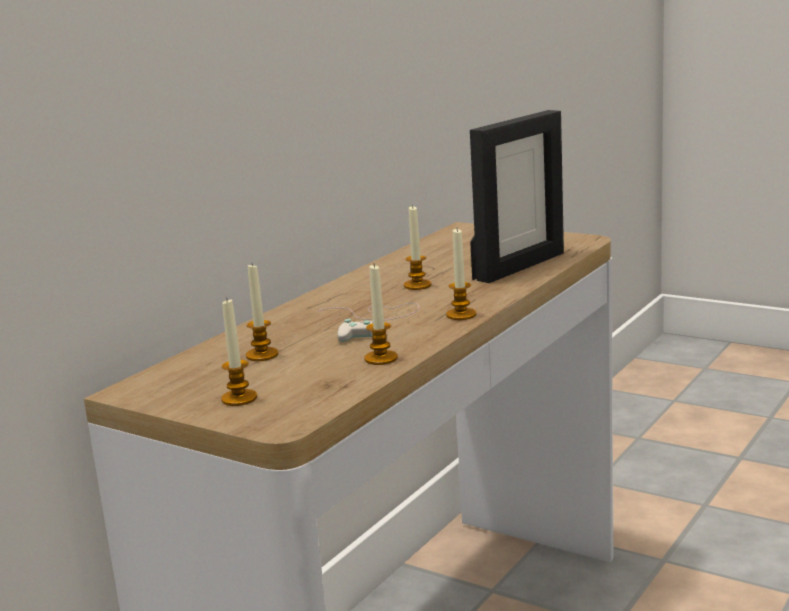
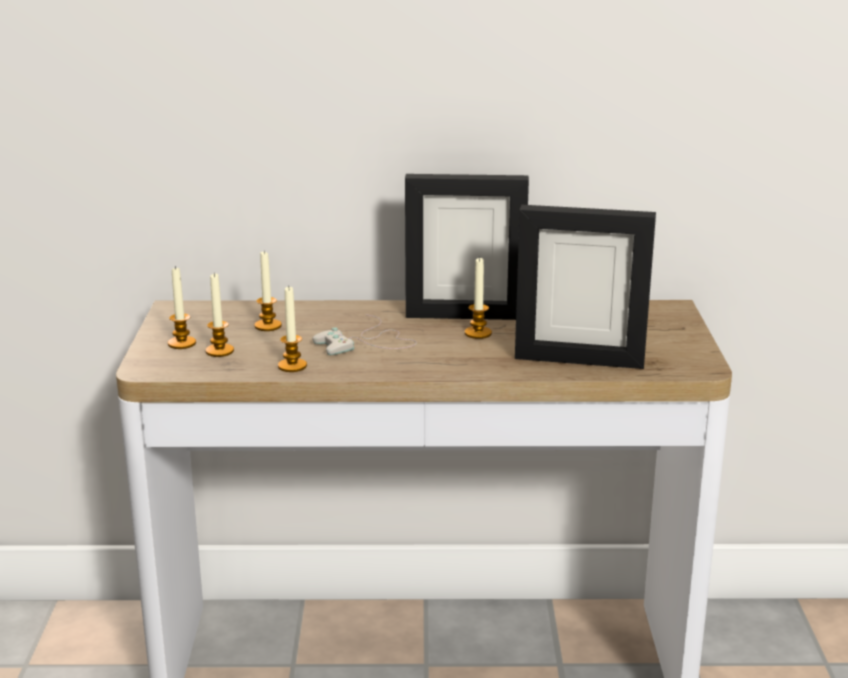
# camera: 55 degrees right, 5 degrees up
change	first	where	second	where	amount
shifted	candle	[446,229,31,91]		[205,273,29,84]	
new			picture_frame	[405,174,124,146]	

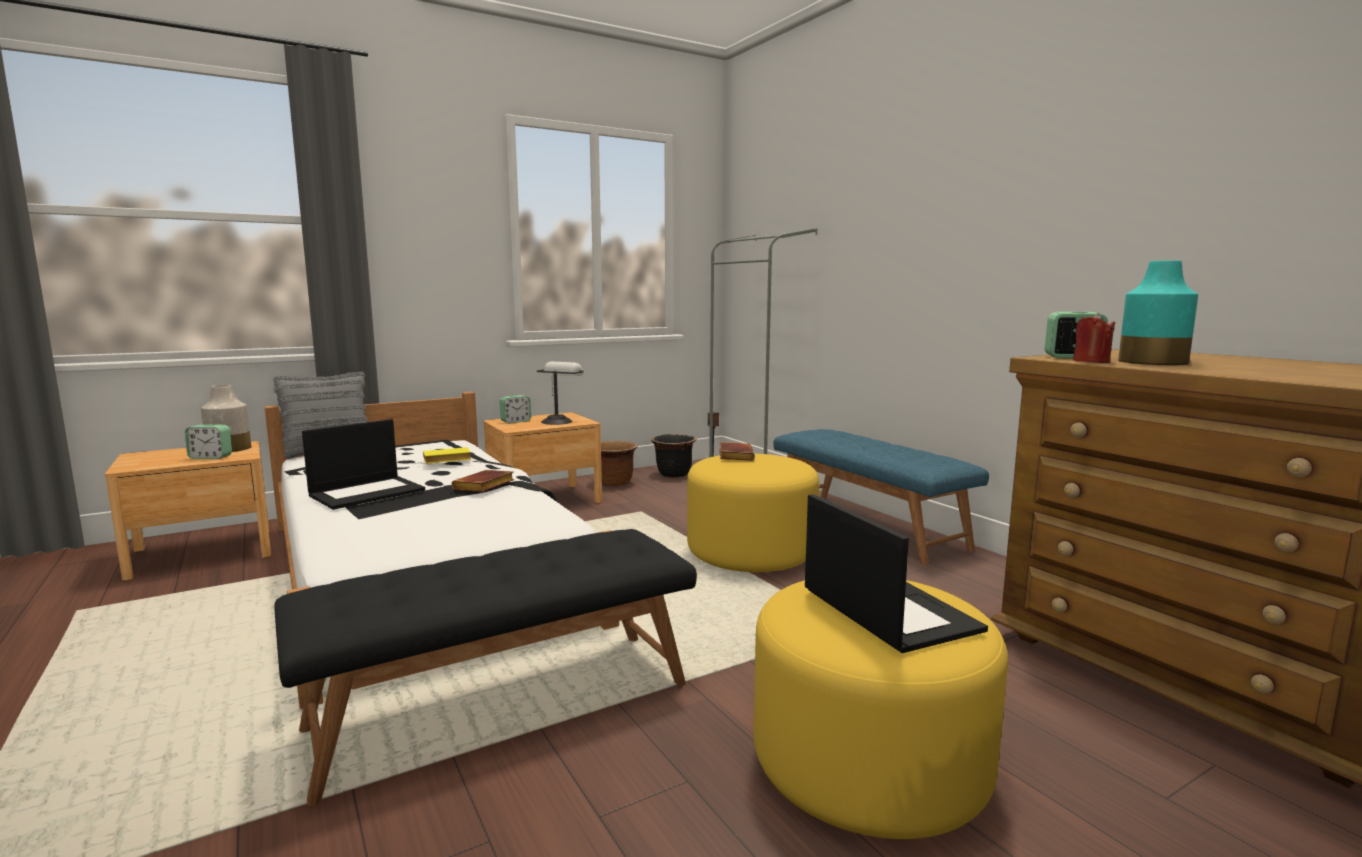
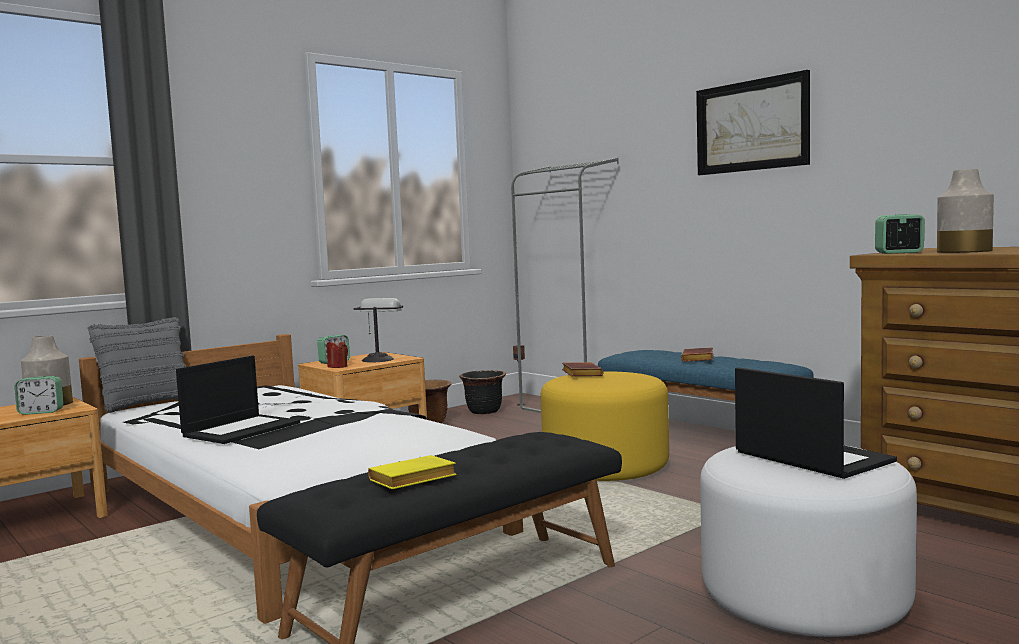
# camera: 10 degrees left, 5 degrees down
change	first	where	second	where	amount
repainted	turquoise_vase	[1118,261,80,104]	beige_vase	[937,169,57,84]	
shifted	red_candle	[1073,313,43,50]		[327,339,21,29]	
shifted	yellow_book	[423,447,48,17]		[368,455,88,34]	
shifted	brown_book	[452,470,62,22]		[681,347,32,15]	
repainted	yellow_ottoman	[754,580,254,259]	white_ottoman	[700,445,217,192]	
new			picture	[696,70,114,105]	

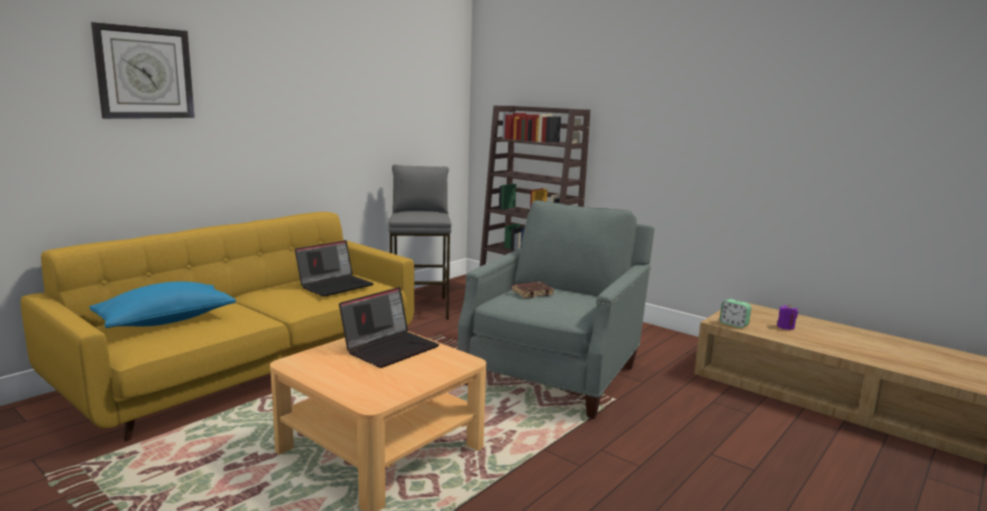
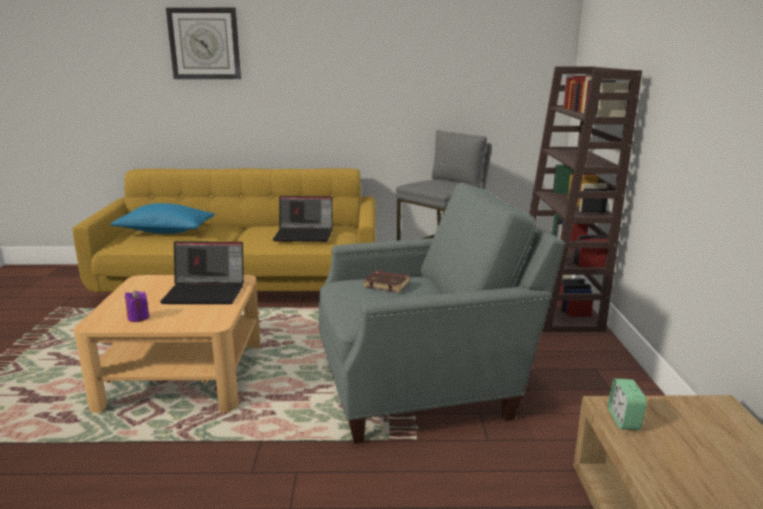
# camera: 50 degrees right, 5 degrees up
change	first	where	second	where	amount
shifted	purple_candle	[777,304,21,26]		[125,291,24,31]	

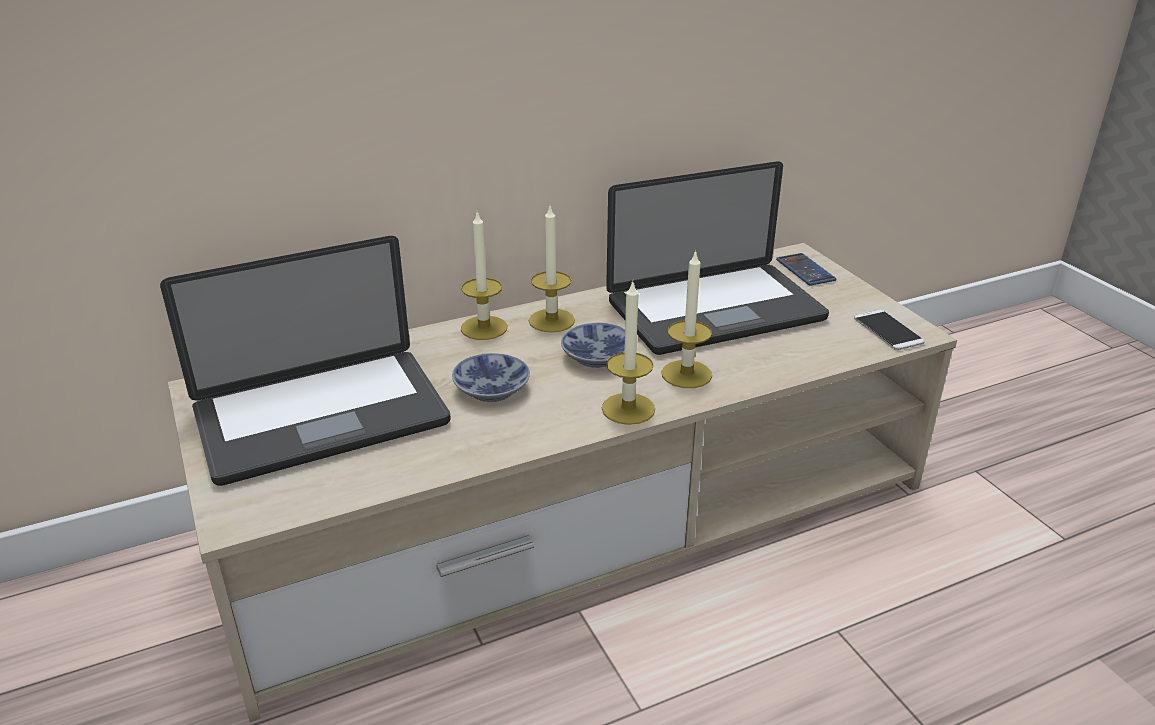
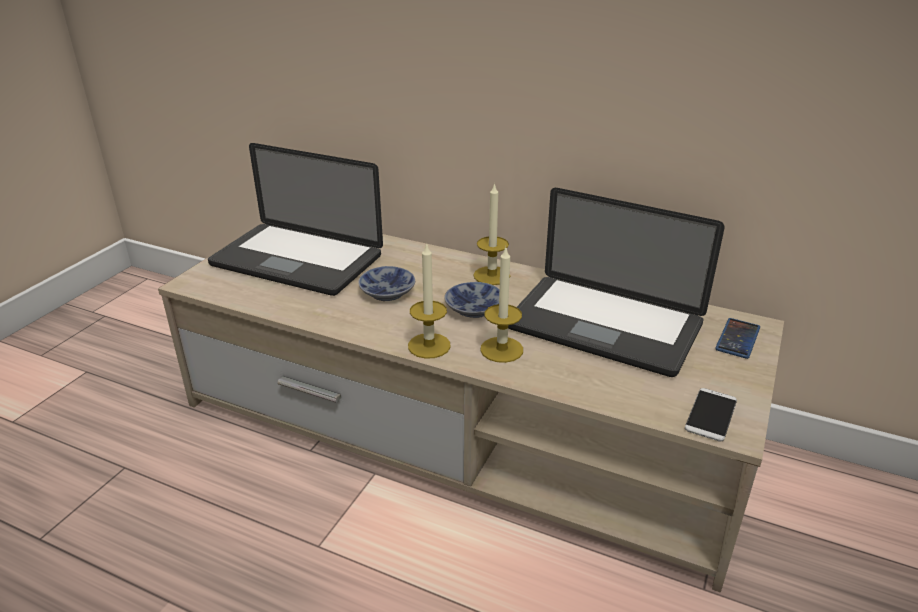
# camera: 50 degrees right, 0 degrees up
change	first	where	second	where	amount
gone	candle	[461,211,46,129]			

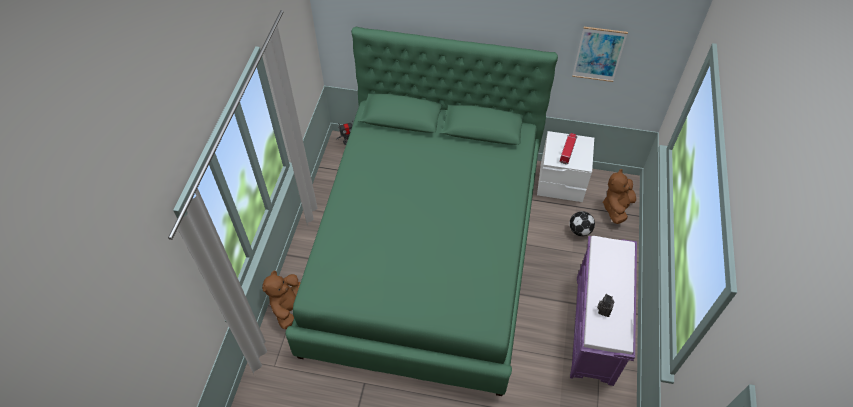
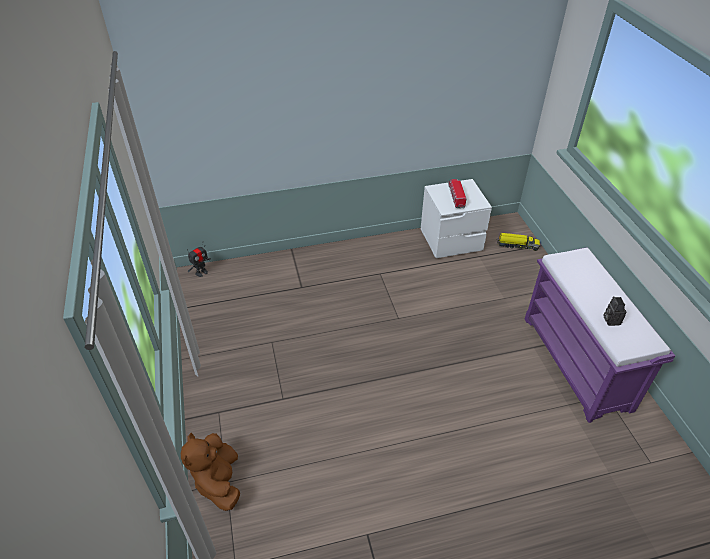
# camera: 25 degrees left, 10 degrees down
change	first	where	second	where	amount
gone	green_bed	[286,26,272,370]			
gone	picture	[572,27,56,55]			
swapped	brown_plush_toy	[603,169,33,55]	toy_truck	[498,233,42,18]	
gone	football	[569,211,26,25]			

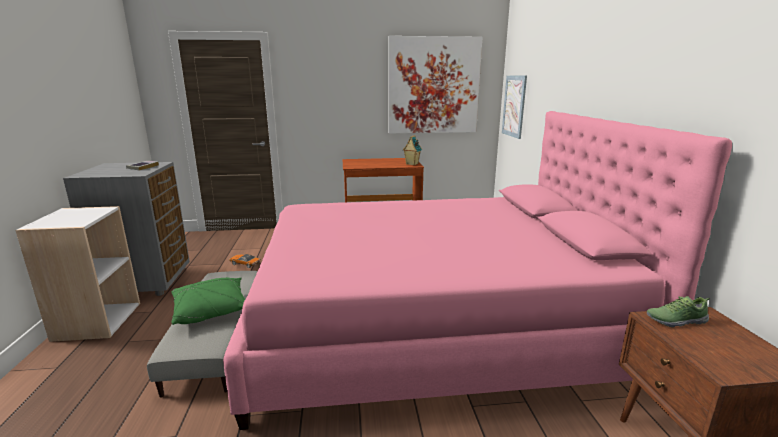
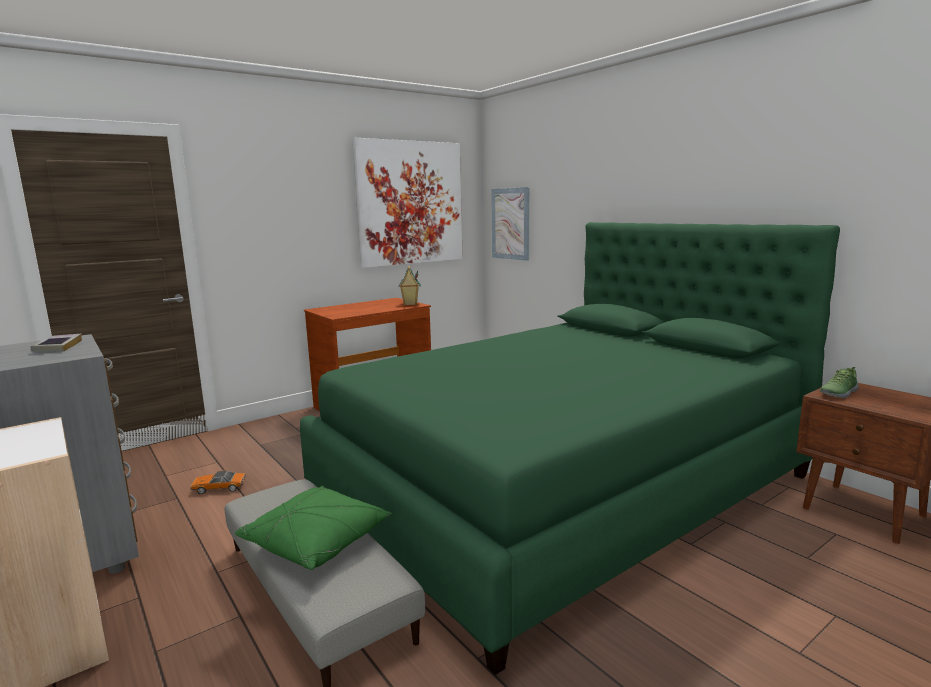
# camera: 30 degrees left, 5 degrees down
change	first	where	second	where	amount
repainted	pink_bed	[223,111,509,319]	green_bed	[300,222,540,453]	

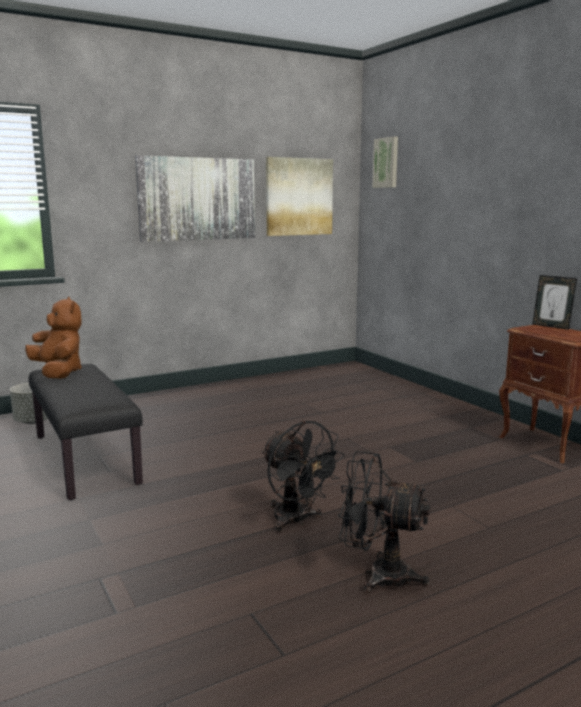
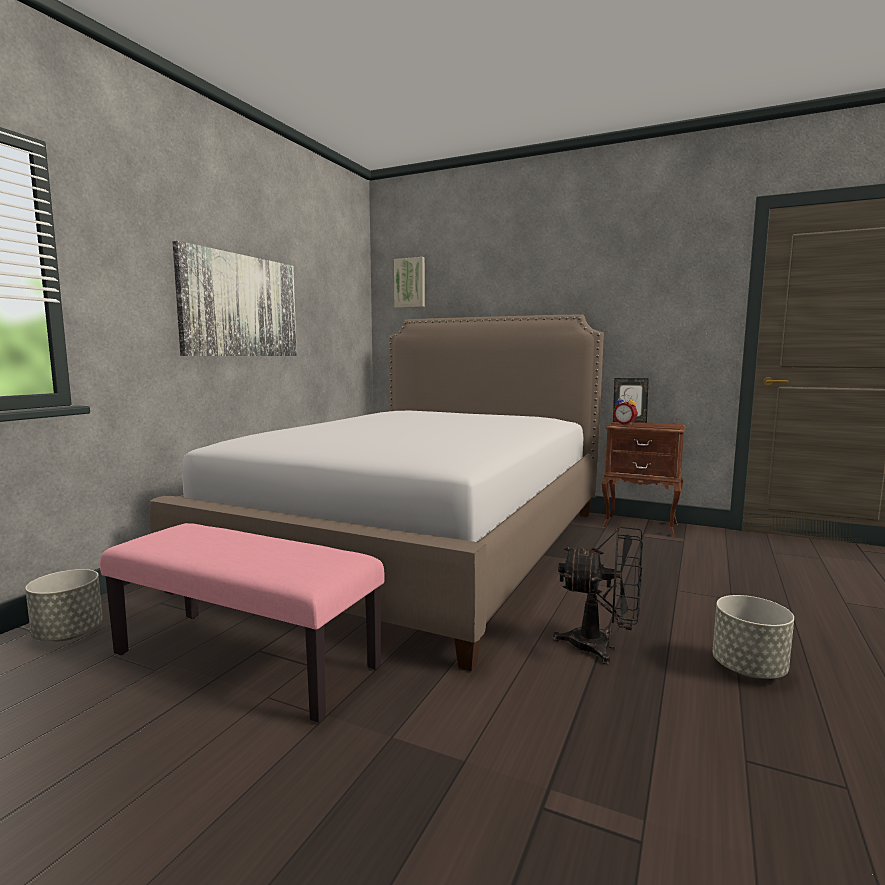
# camera: 35 degrees left, 5 degrees down
change	first	where	second	where	amount
gone	picture	[266,157,67,79]			
gone	brown_plush_toy	[25,297,57,82]			
repainted	black_bench	[29,364,114,136]	pink_bench	[100,523,285,200]	
swapped	black_fan	[338,451,92,142]	grey_planter	[713,595,81,84]	
new			bed	[150,314,454,357]	
new			alarm_clock	[613,394,25,31]	

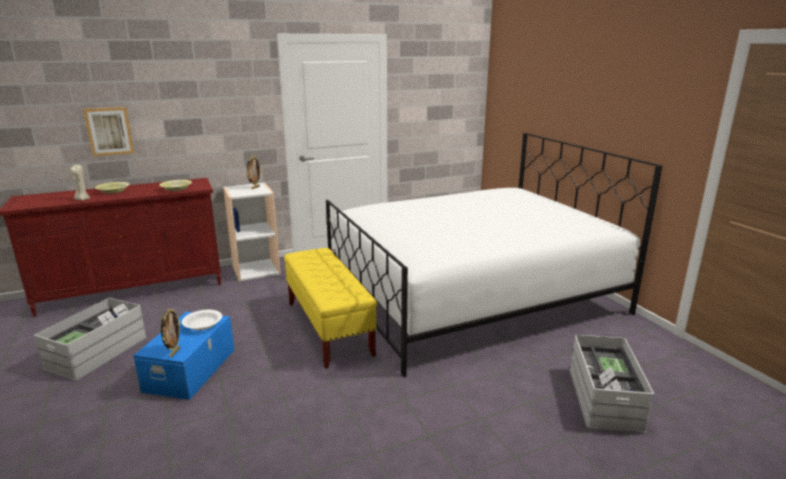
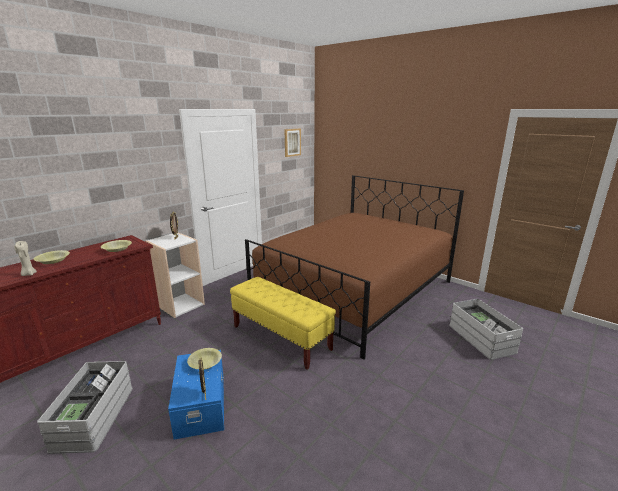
# camera: 25 degrees left, 0 degrees up
change	first	where	second	where	amount
shifted	picture	[83,107,51,49]		[284,129,17,28]	
repainted	white_bed	[326,133,336,244]	brown_bed	[245,175,219,185]	
repainted	white_bowl	[182,310,40,21]	yellow_bowl	[187,348,35,22]	

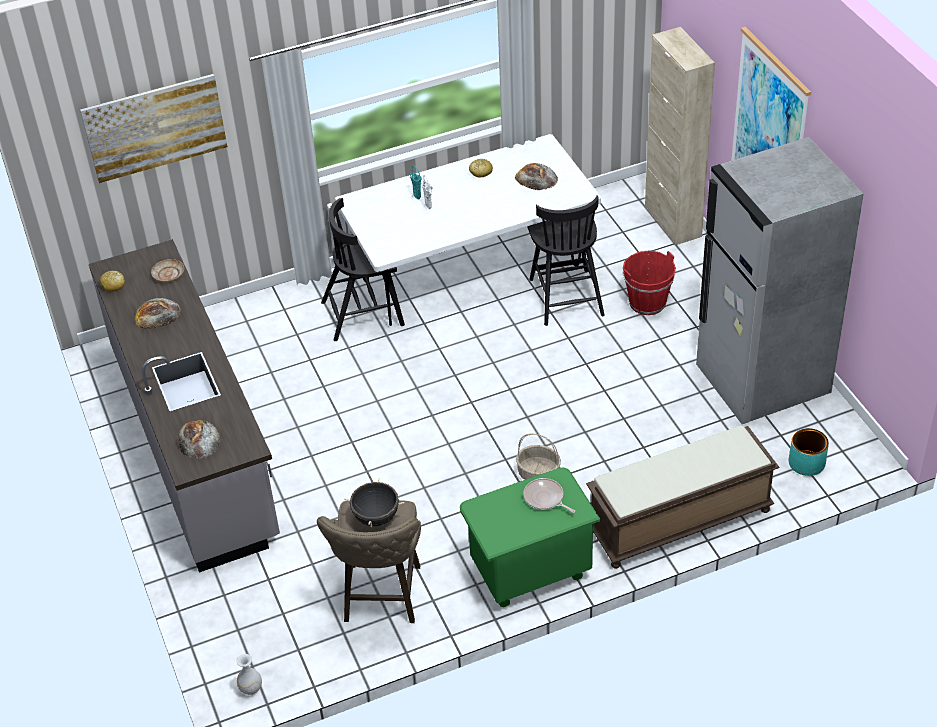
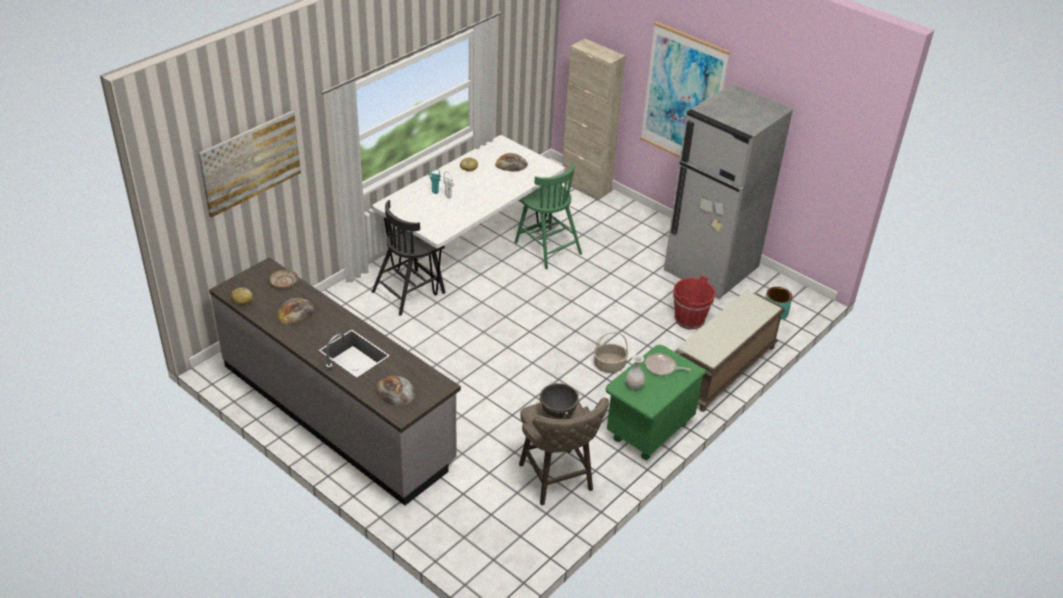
# camera: 30 degrees left, 5 degrees down
change	first	where	second	where	amount
repainted	black_chair	[527,195,78,131]	green_chair	[515,163,67,107]	
shifted	red_bucket	[623,250,53,65]		[673,275,43,54]	
shifted	white_vase	[236,654,26,41]		[626,355,19,35]	

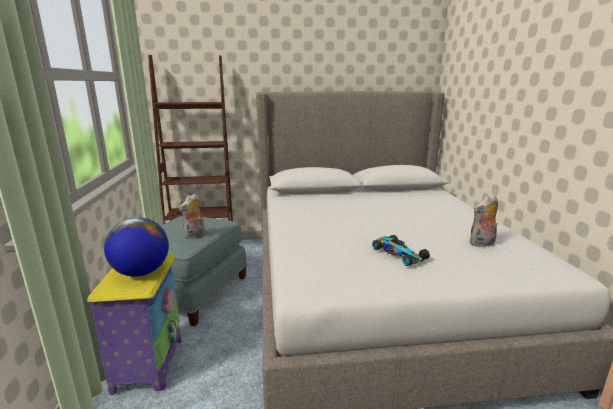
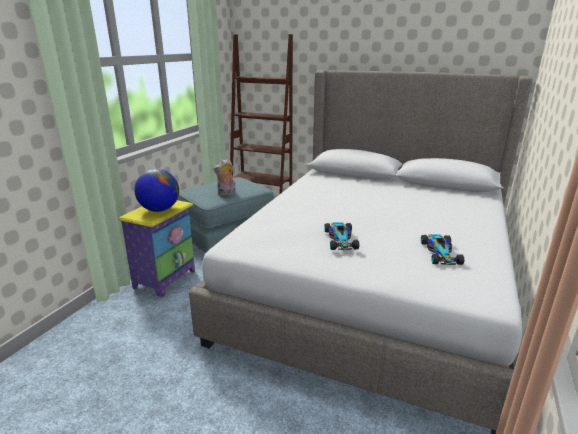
# camera: 30 degrees right, 5 degrees up
change	first	where	second	where	amount
swapped	plush_toy	[469,194,29,53]	toy_car	[421,234,44,31]	

